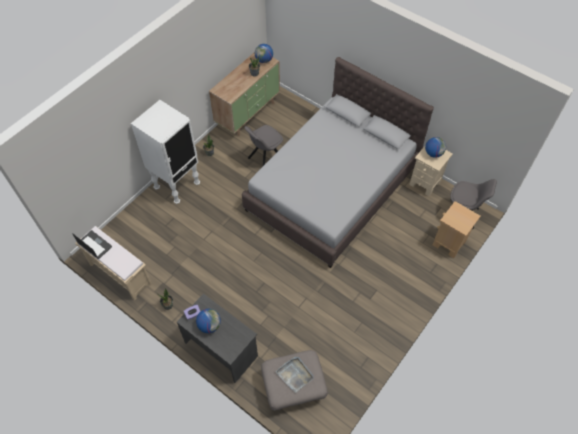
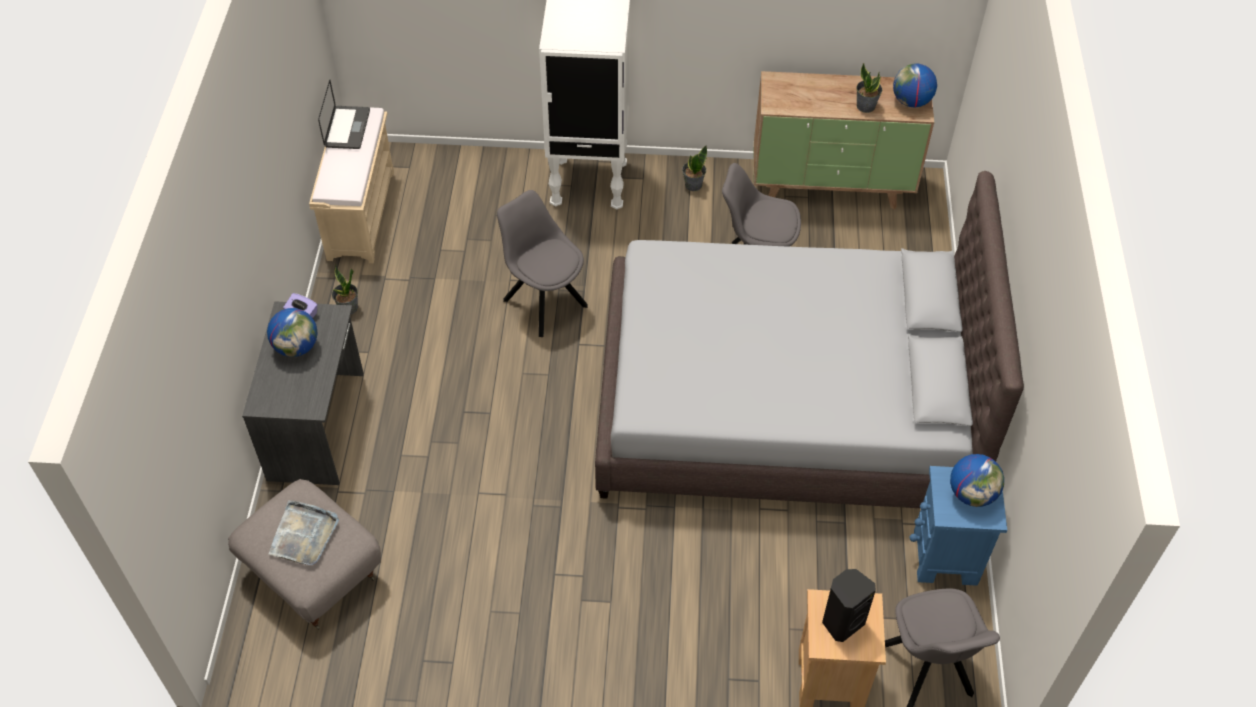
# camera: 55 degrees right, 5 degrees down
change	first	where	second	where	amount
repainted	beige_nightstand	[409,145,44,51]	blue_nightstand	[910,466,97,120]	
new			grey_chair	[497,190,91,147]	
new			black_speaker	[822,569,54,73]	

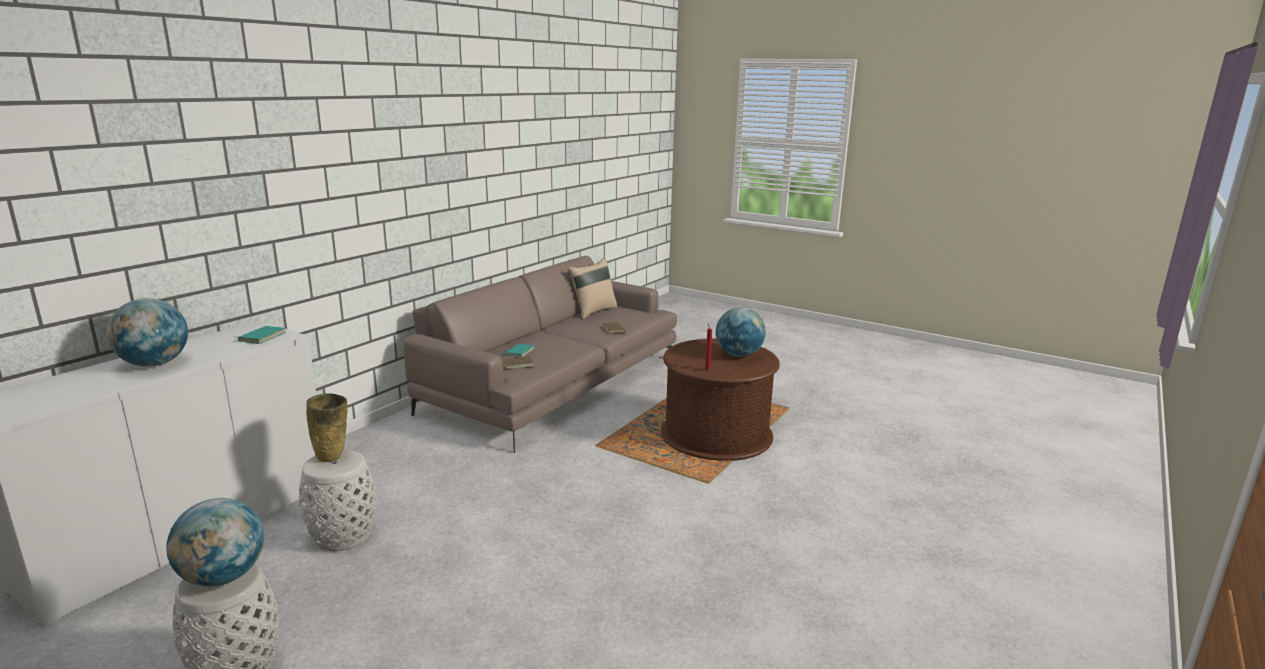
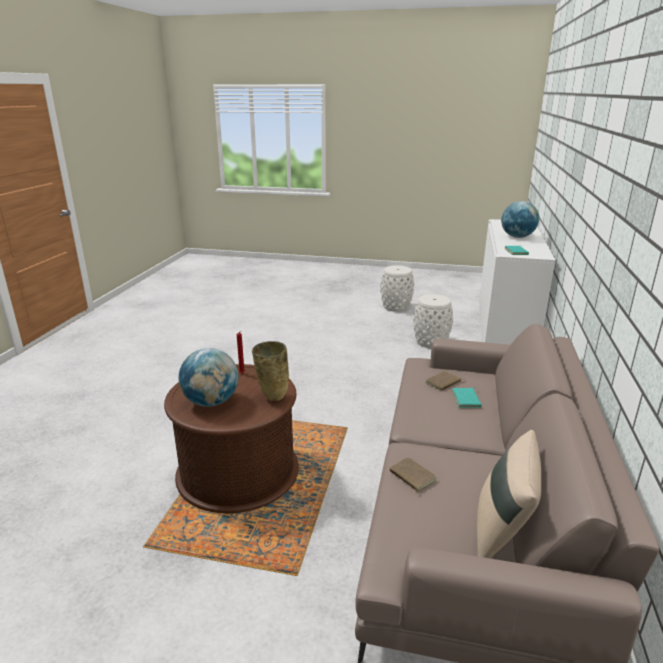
# camera: 160 degrees right, 5 degrees up
change	first	where	second	where	amount
shifted	beige_vase	[306,394,42,68]		[252,341,37,60]	
gone	globe	[166,498,98,89]			

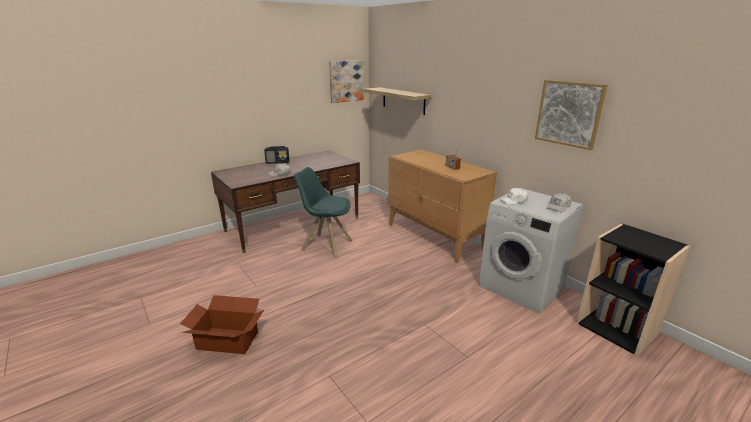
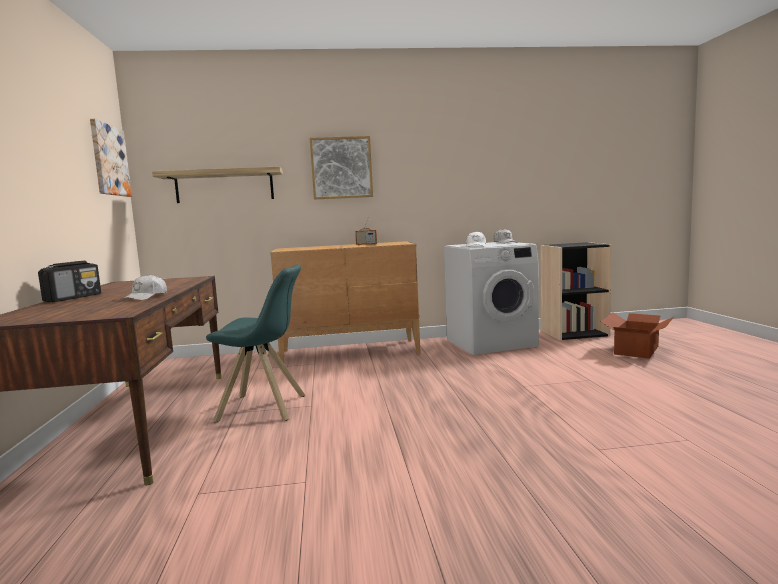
# camera: 60 degrees left, 15 degrees down
change	first	where	second	where	amount
shifted	picture	[535,80,72,70]		[310,136,63,64]	
rotated	turquoise_chair	[294,167,58,91]		[206,264,100,158]	135 degrees counterclockwise
shifted	cardboard_box	[180,295,84,59]		[601,313,73,46]	

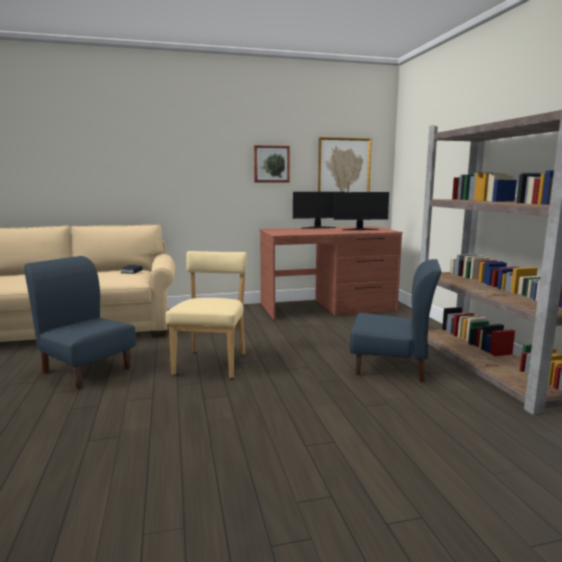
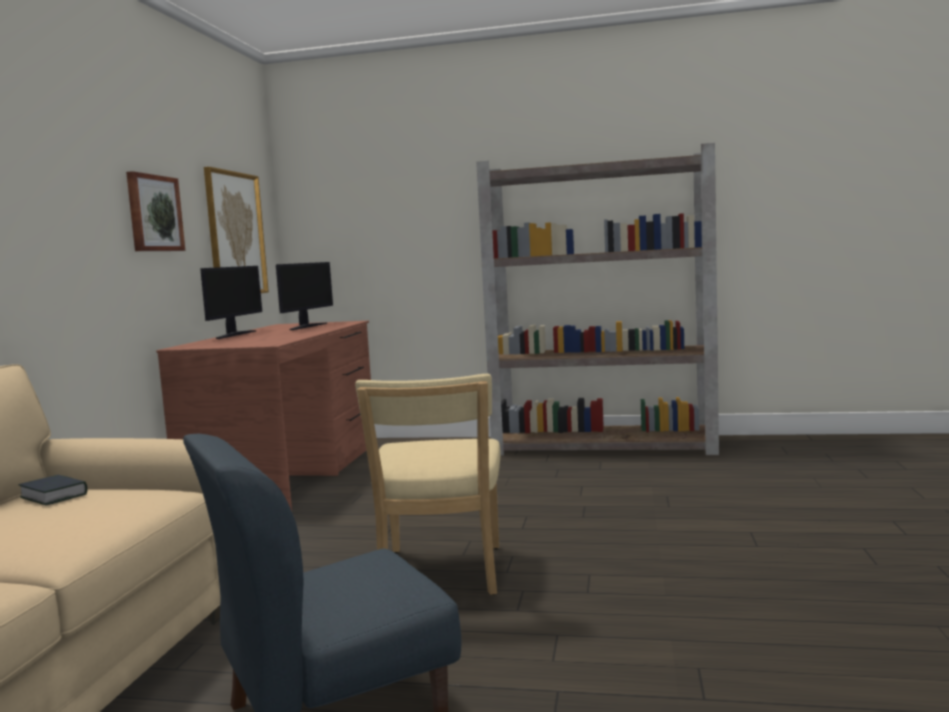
# camera: 65 degrees left, 5 degrees down
change	first	where	second	where	amount
rotated	beige_chair	[166,251,81,127]		[355,374,146,221]	120 degrees counterclockwise
gone	blue_chair	[350,259,91,123]			

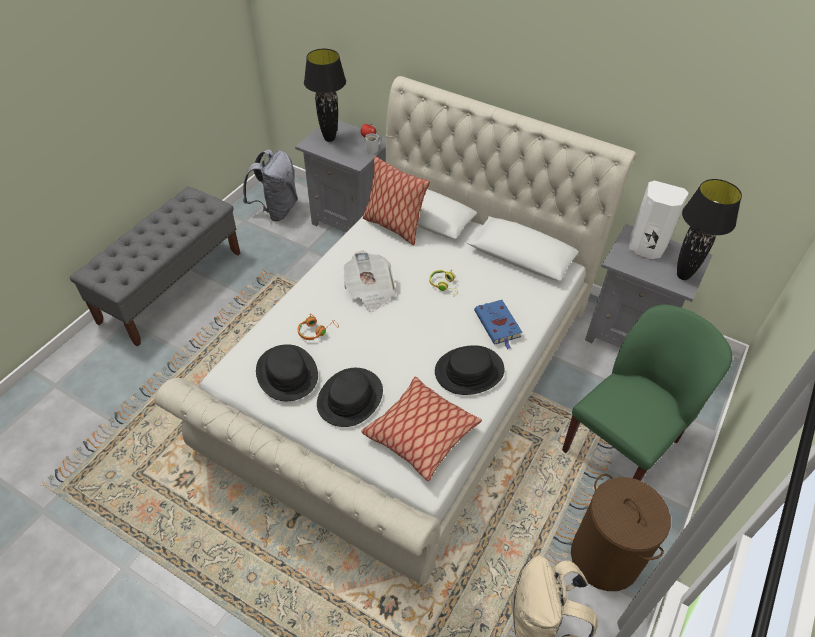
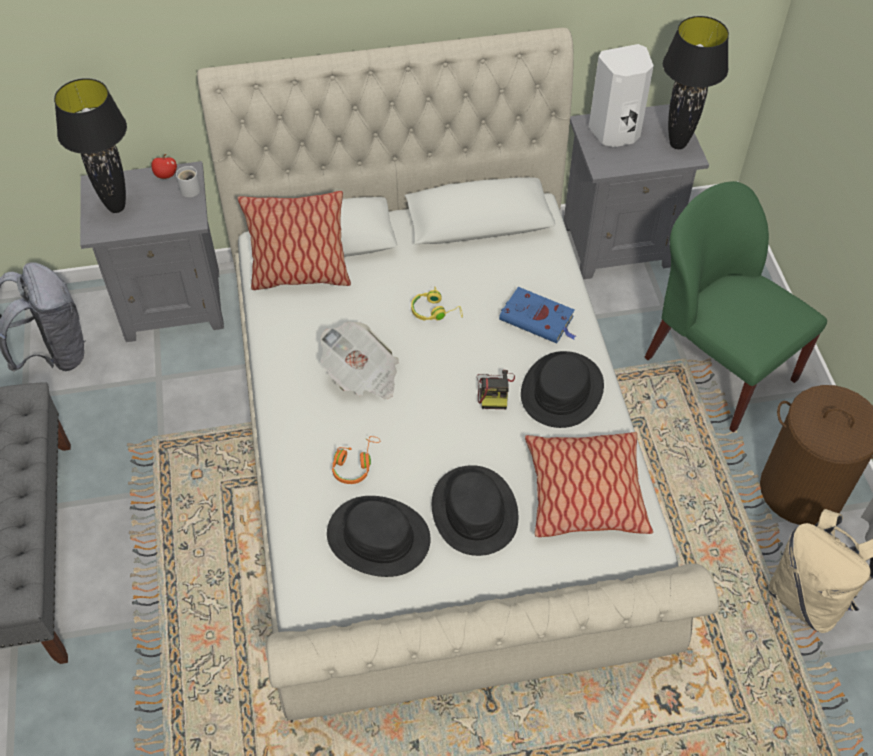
# camera: 40 degrees left, 5 degrees up
change	first	where	second	where	amount
rotated	green_chair	[562,305,170,176]		[644,181,183,251]	45 degrees counterclockwise
new			photo_camera	[477,370,38,39]	

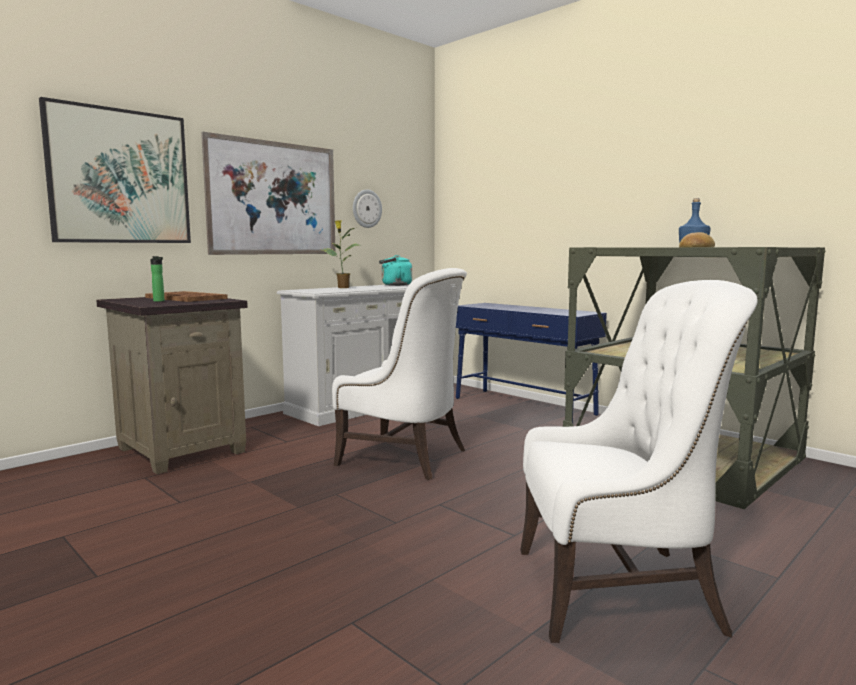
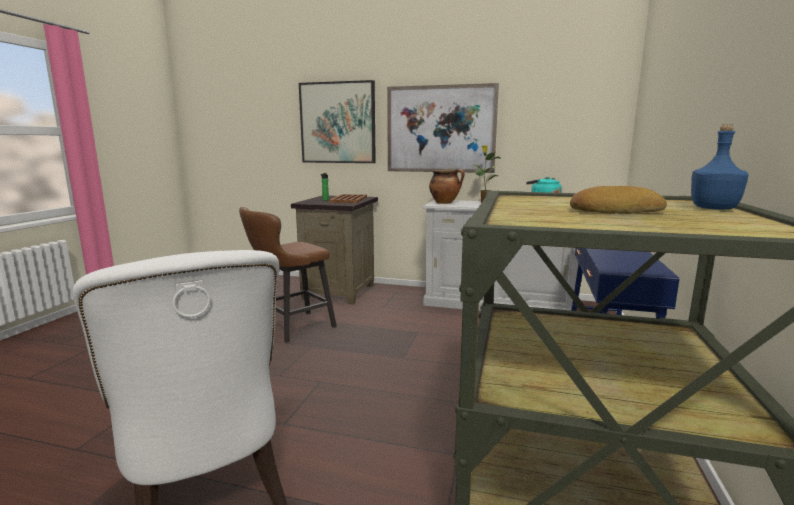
# camera: 60 degrees right, 5 degrees up
change	first	where	second	where	amount
gone	wall_clock	[353,190,29,38]			
gone	white_chair	[332,268,135,212]			
new			cooking_pot	[429,169,36,35]	
new			brown_stool	[239,207,98,136]	

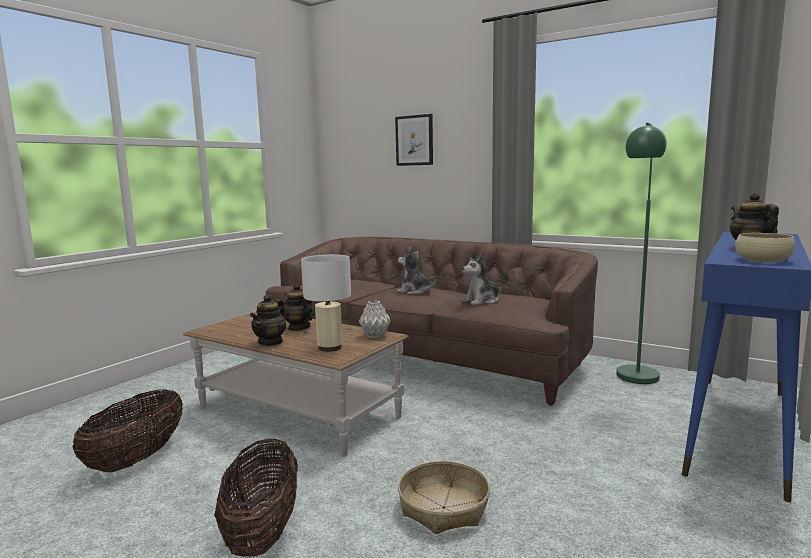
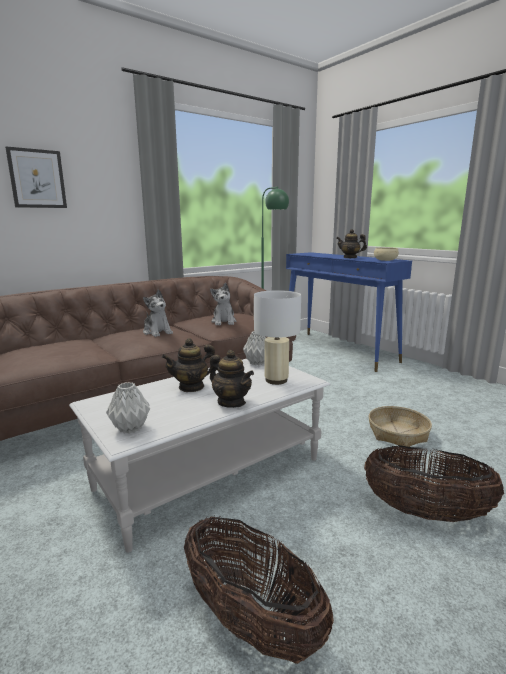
# camera: 70 degrees left, 5 degrees up
change	first	where	second	where	amount
rotated	plush_toy	[397,247,39,48]		[143,289,30,48]	90 degrees counterclockwise
repainted	brown_coffee_table	[183,311,226,145]	white_coffee_table	[69,359,261,194]	
new			grey_vase	[106,382,44,52]	

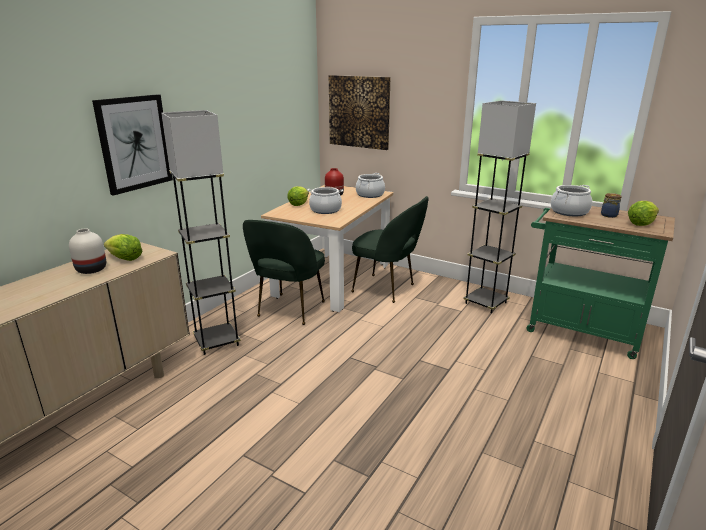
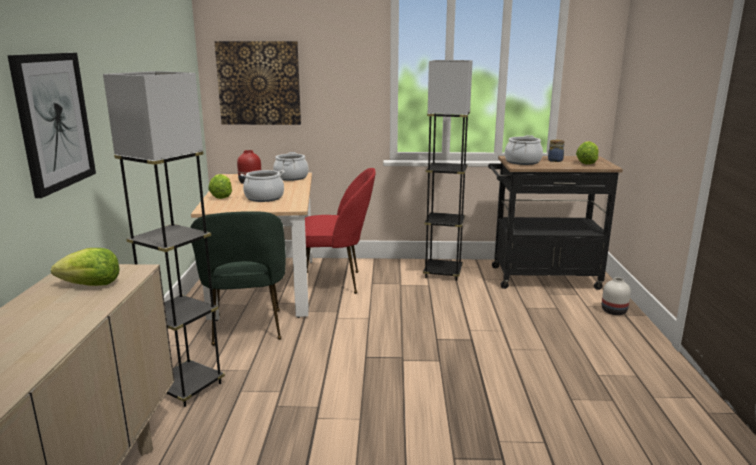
# camera: 30 degrees left, 5 degrees down
change	first	where	second	where	amount
repainted	green_chair	[351,196,78,107]	red_chair	[305,168,71,126]	
repainted	green_cart	[526,206,149,153]	black_cart	[488,156,135,134]	
shifted	white_vase	[69,228,37,46]		[602,277,29,38]	

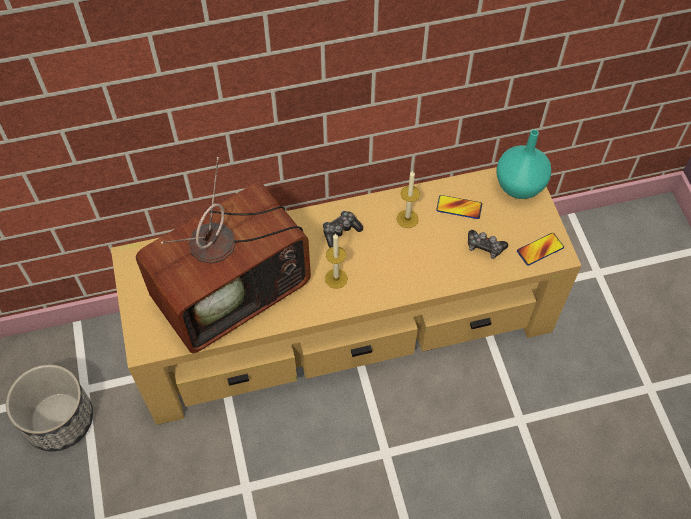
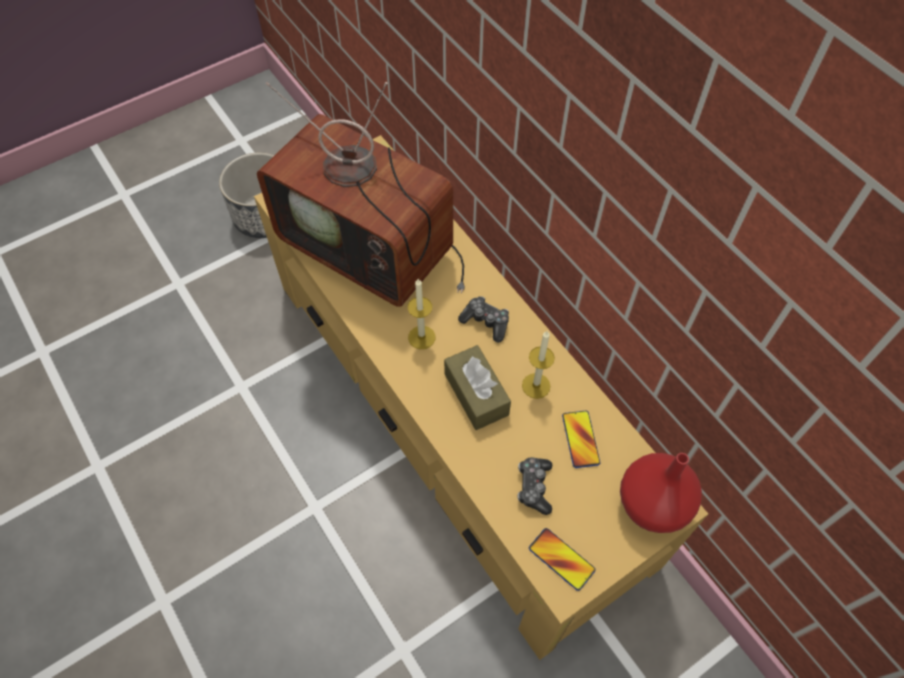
# camera: 70 degrees right, 0 degrees up
change	first	where	second	where	amount
repainted	turquoise_vase	[496,129,55,70]	red_vase	[620,453,82,80]	
new			brown_tissue_box	[444,345,67,85]	

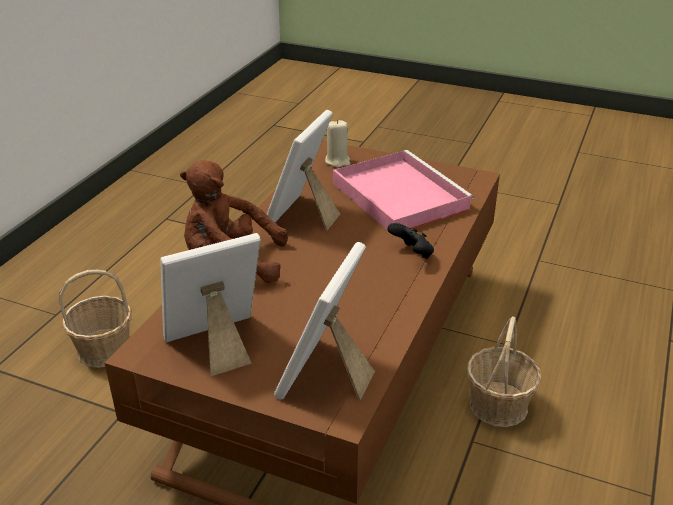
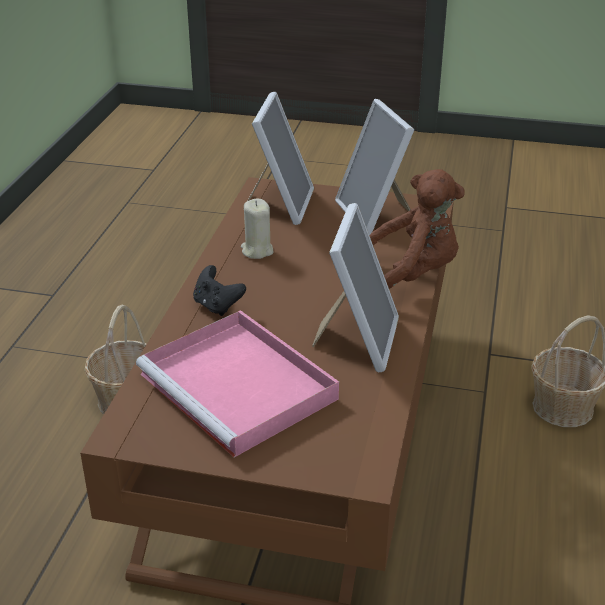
# camera: 170 degrees right, 0 degrees up
change	first	where	second	where	amount
shifted	beige_candle	[325,120,25,48]		[241,199,32,60]	
rotated	picture_frame	[160,233,101,143]		[335,99,79,136]	105 degrees clockwise

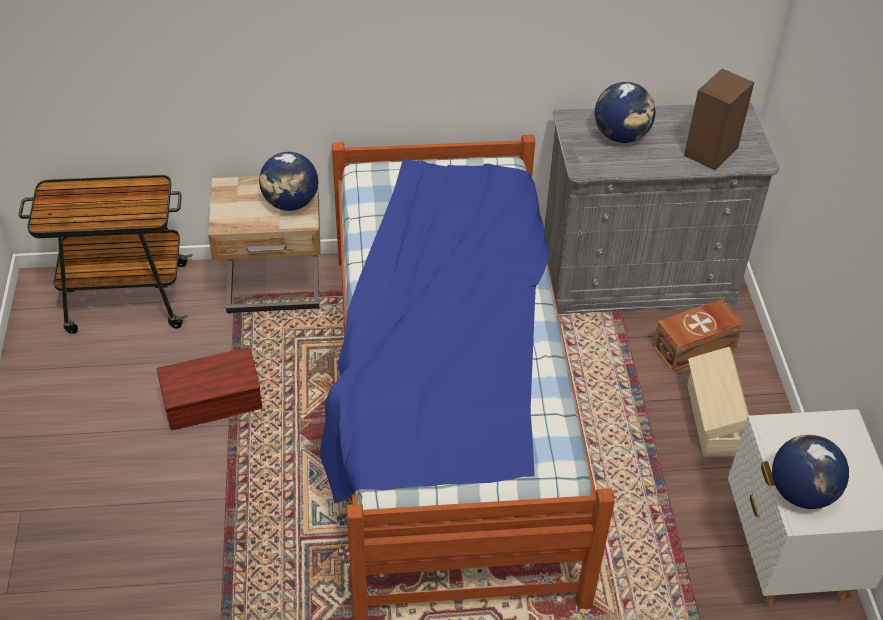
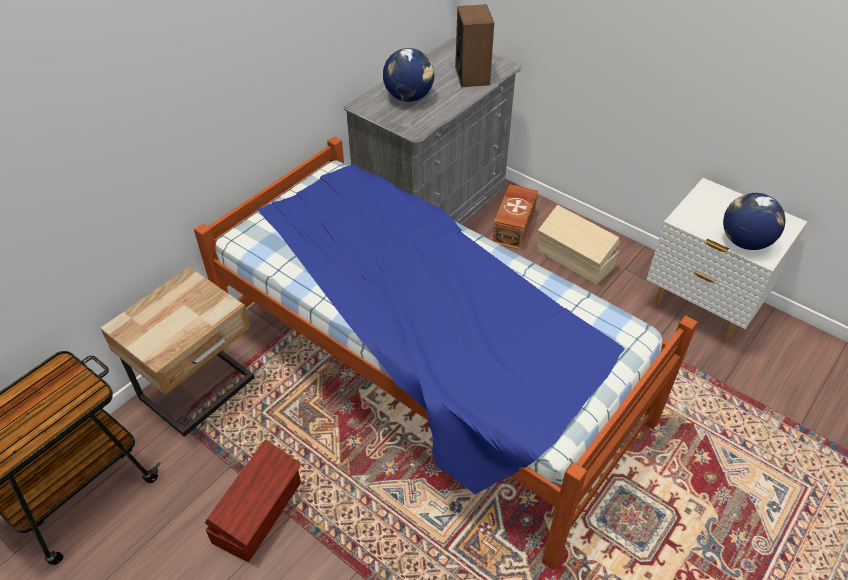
# camera: 45 degrees left, 0 degrees up
change	first	where	second	where	amount
gone	globe	[259,152,59,59]			

